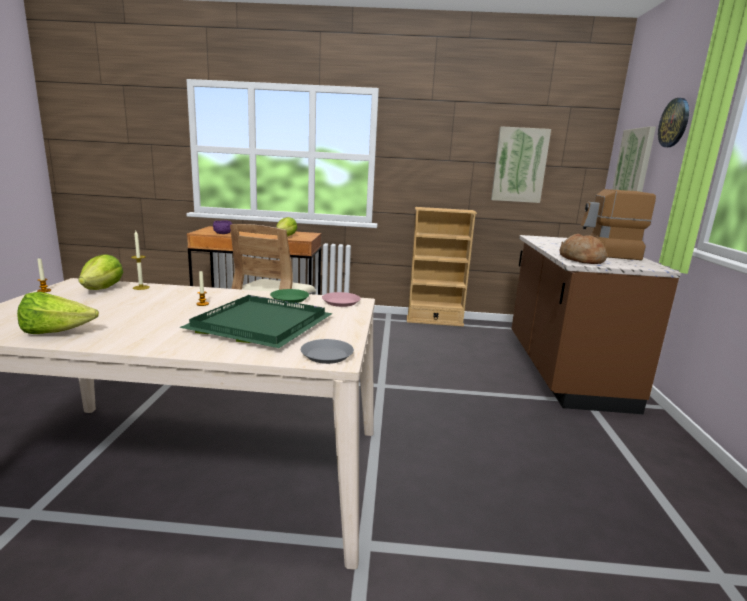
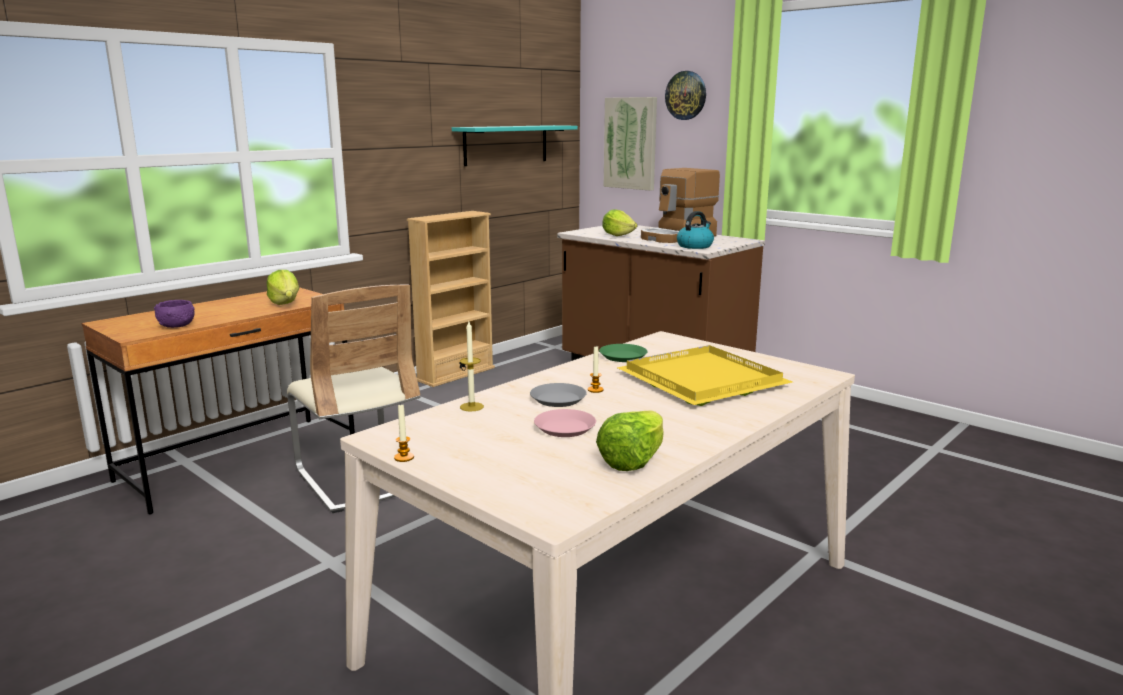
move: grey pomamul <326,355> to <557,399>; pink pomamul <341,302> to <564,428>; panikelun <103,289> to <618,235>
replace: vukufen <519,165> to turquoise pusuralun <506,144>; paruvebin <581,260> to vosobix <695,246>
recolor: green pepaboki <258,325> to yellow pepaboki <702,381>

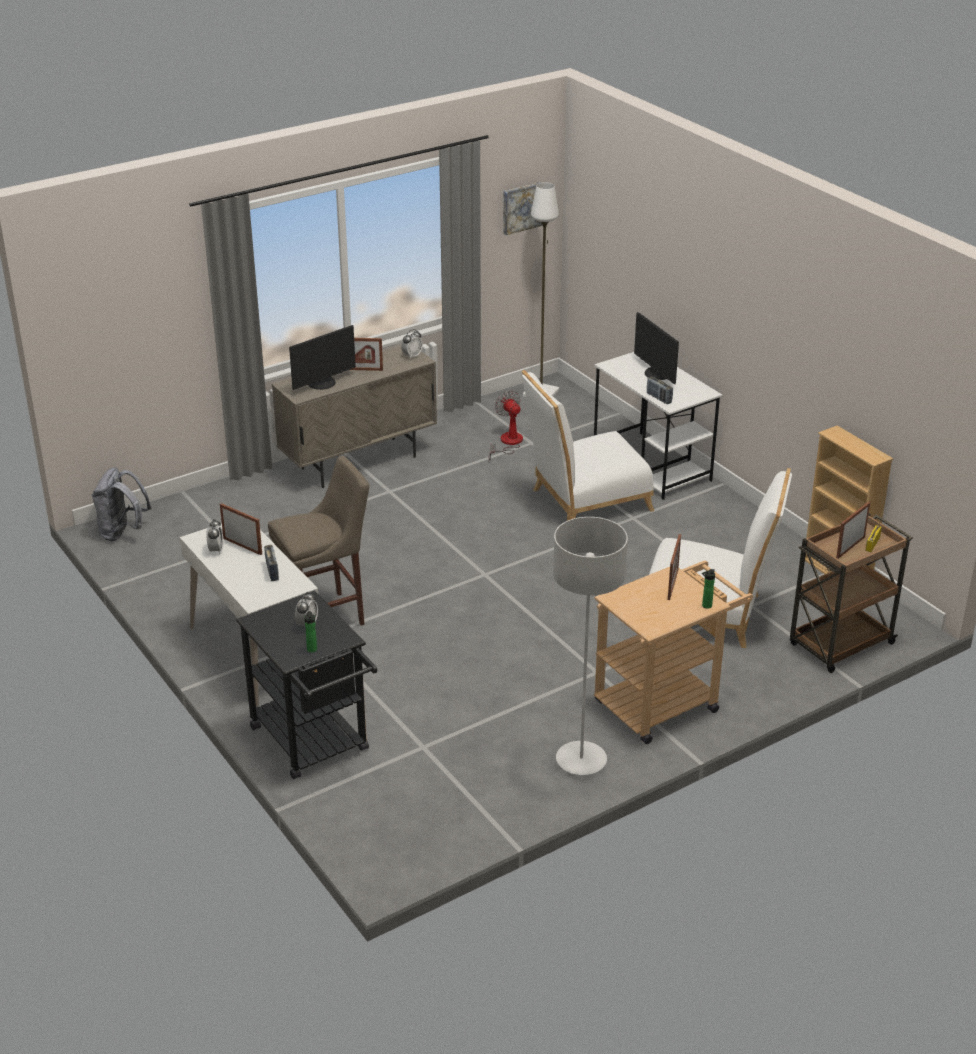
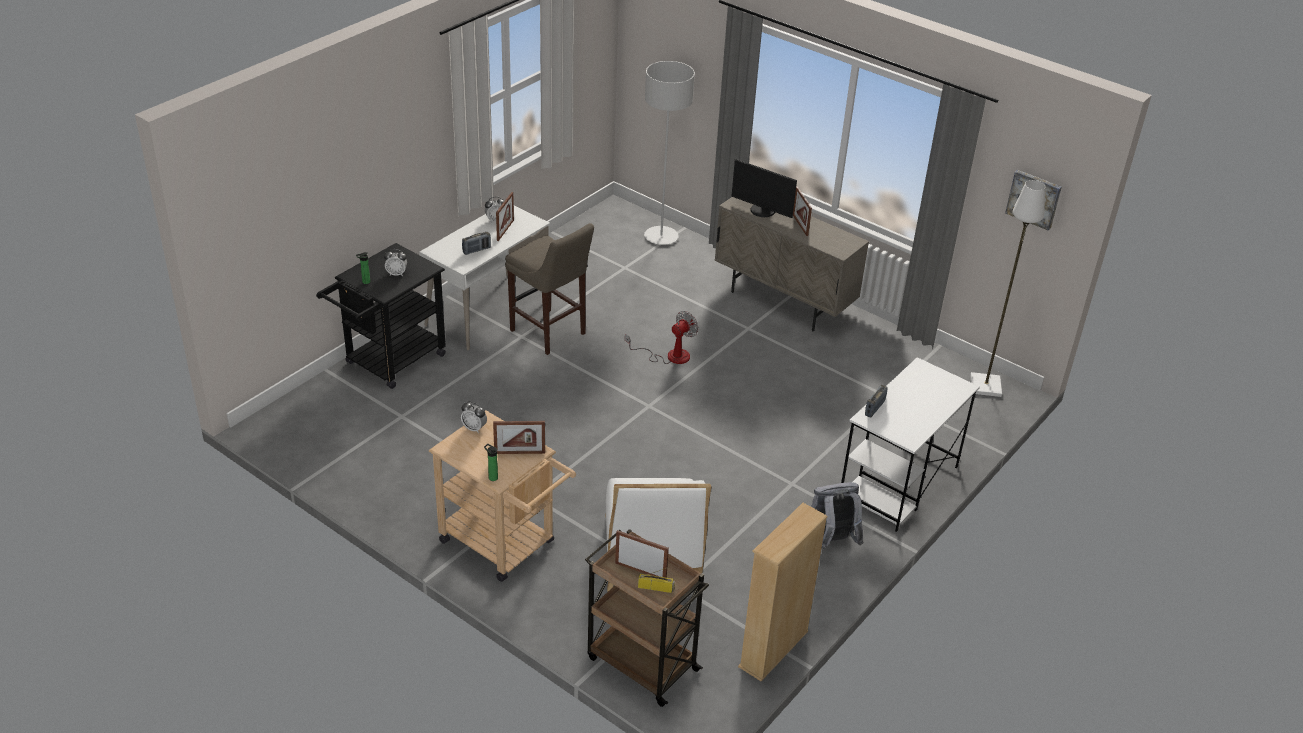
delete: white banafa <585,501>; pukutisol <656,374>
move: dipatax <412,356> to <474,428>; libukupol <508,443> to <669,356>; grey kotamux <581,760> to <661,237>; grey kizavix <122,532> to <830,541>

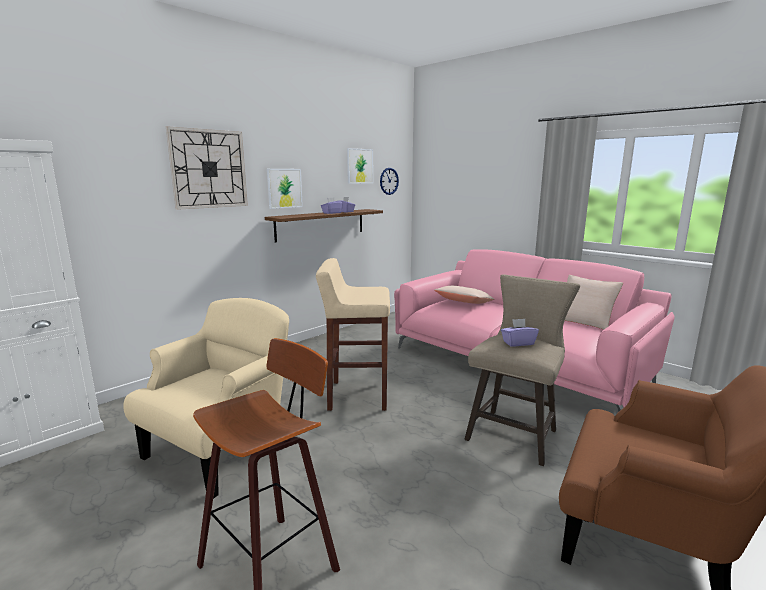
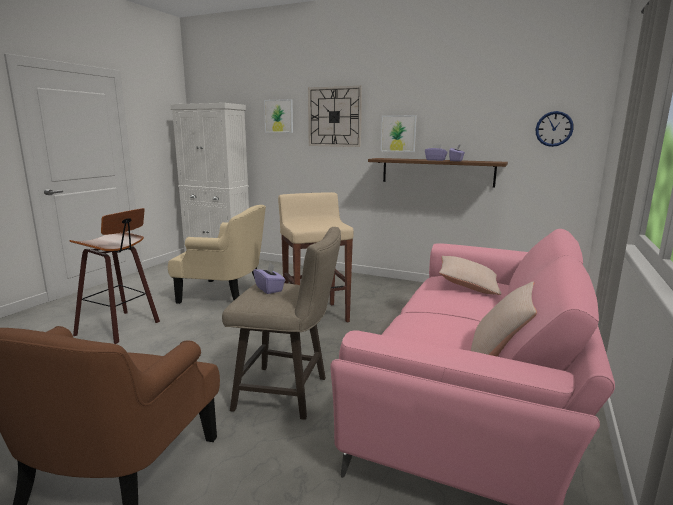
move: vukufen <359,166> to <279,116>

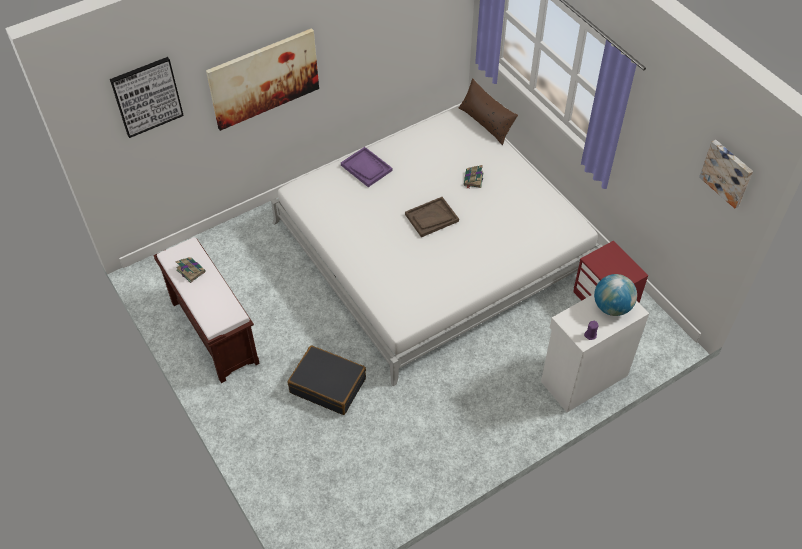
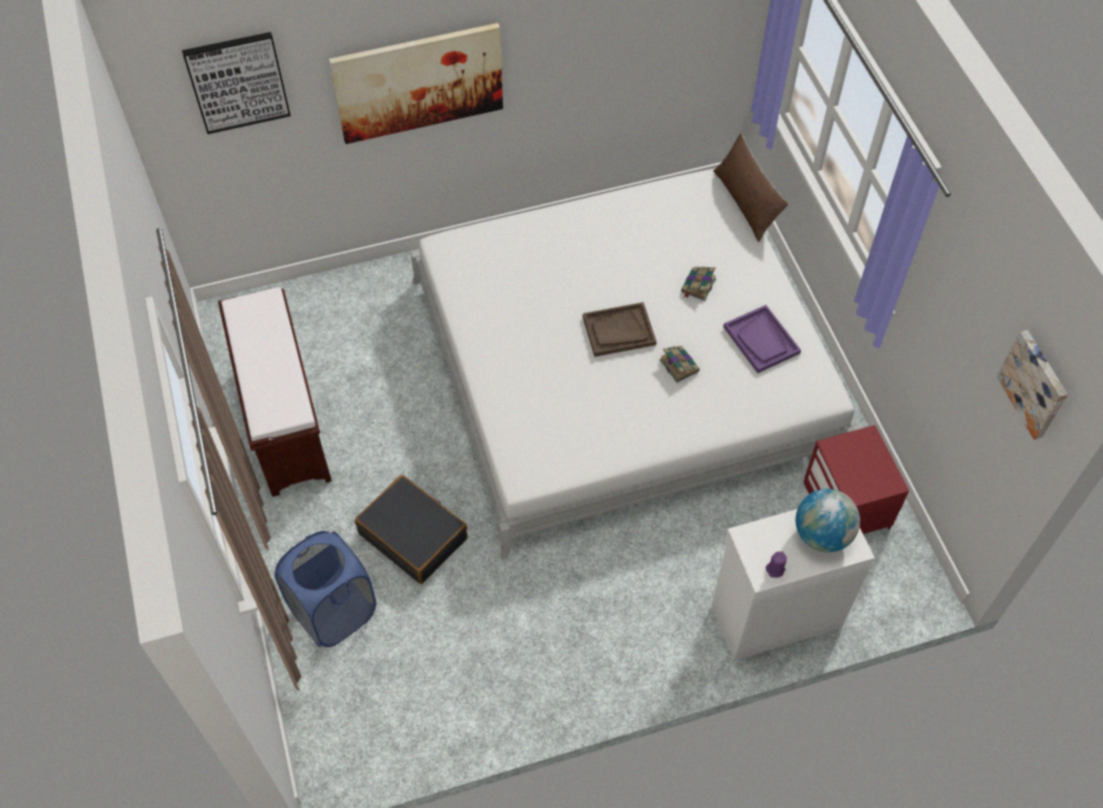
insert: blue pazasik <334,612>
move: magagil <190,270> to <678,365>; purple pepaboki <366,168> to <761,340>

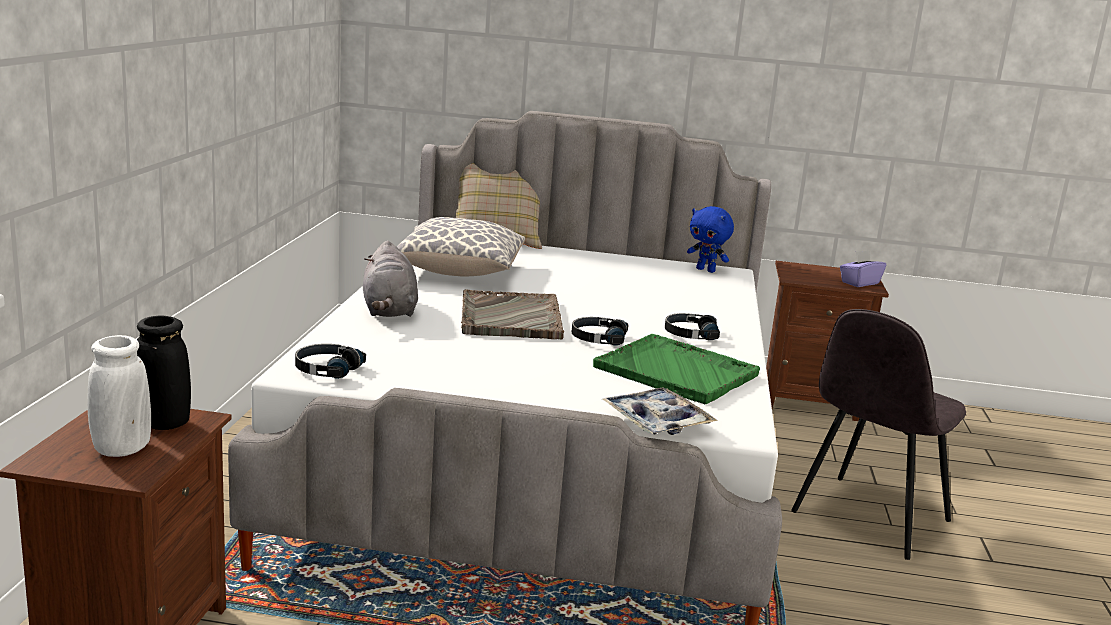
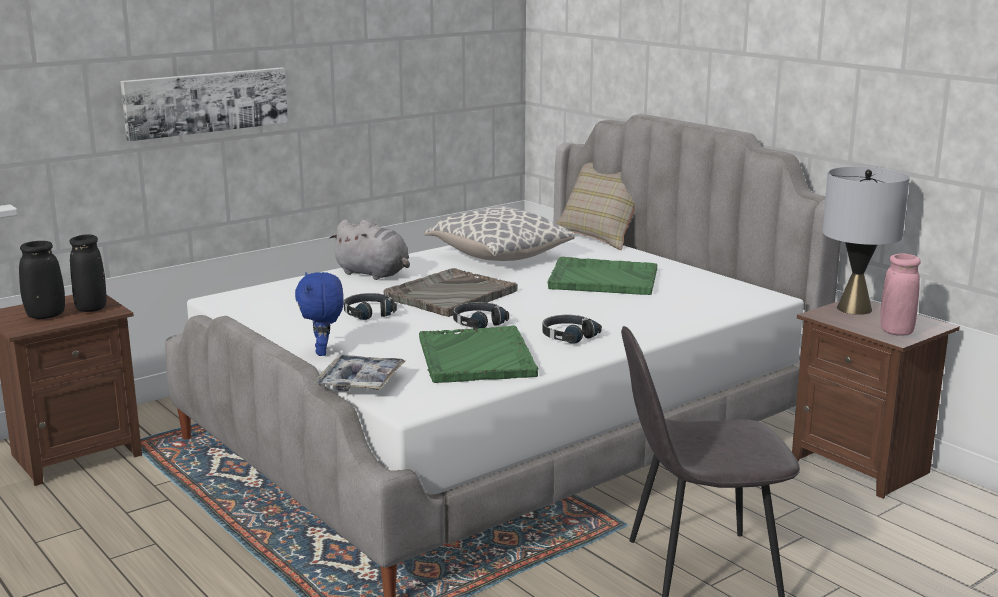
insert: vukufen <206,102>; green pepaboki <602,279>; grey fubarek <854,308>
move: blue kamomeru <706,270> to <323,352>; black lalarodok <327,369> to <368,313>
replace: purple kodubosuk <859,283> to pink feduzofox <896,332>
recolor: white feduzofox <122,449> to black feduzofox <45,316>
rotate: grey kamomeru <389,311> = <374,274> 90 degrees counterclockwise

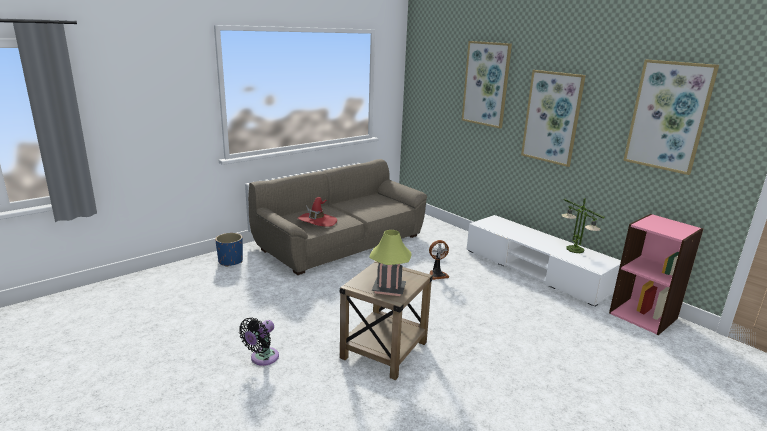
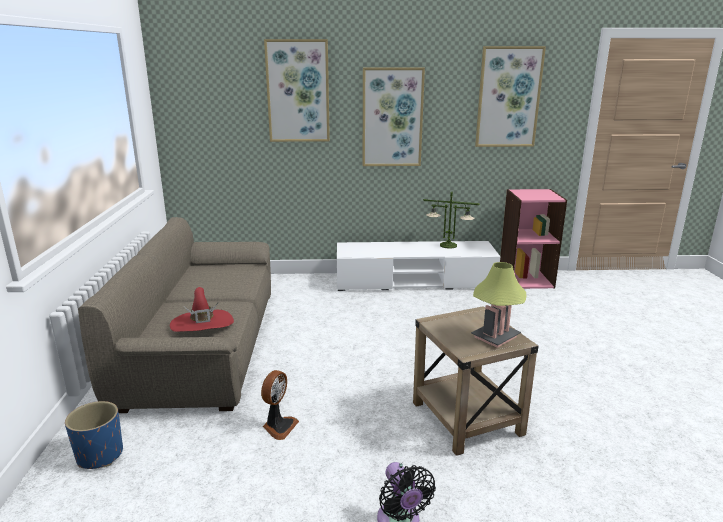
move: libukupol <437,275> to <278,426>

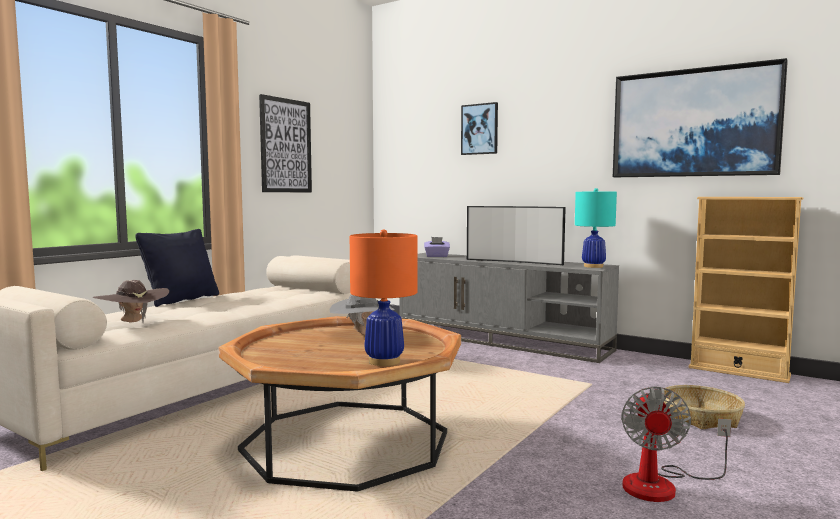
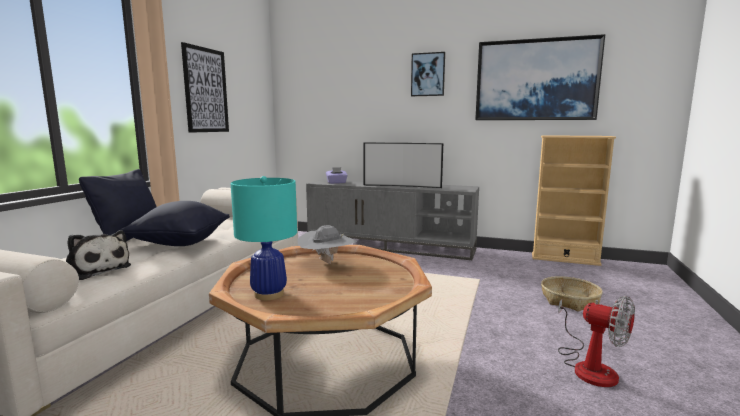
delete: orange fubarek <384,361>
insert: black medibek <181,243>
move: turquoise fubarek <593,266> to <269,294>; vukufen <480,129> to <428,74>
replace: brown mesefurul <133,322> to kamomeru <96,270>
rotate: libukupol <662,485> = <589,366> 45 degrees counterclockwise

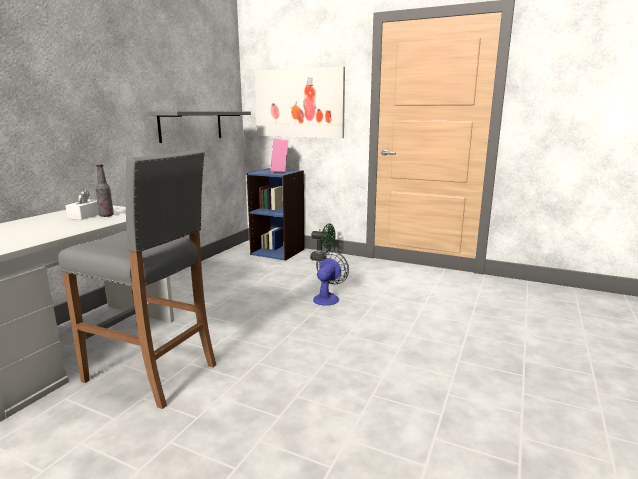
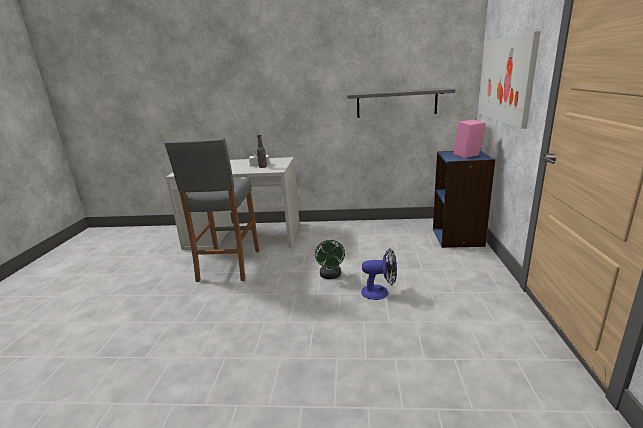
move: green libukupol <323,259> to <331,276>

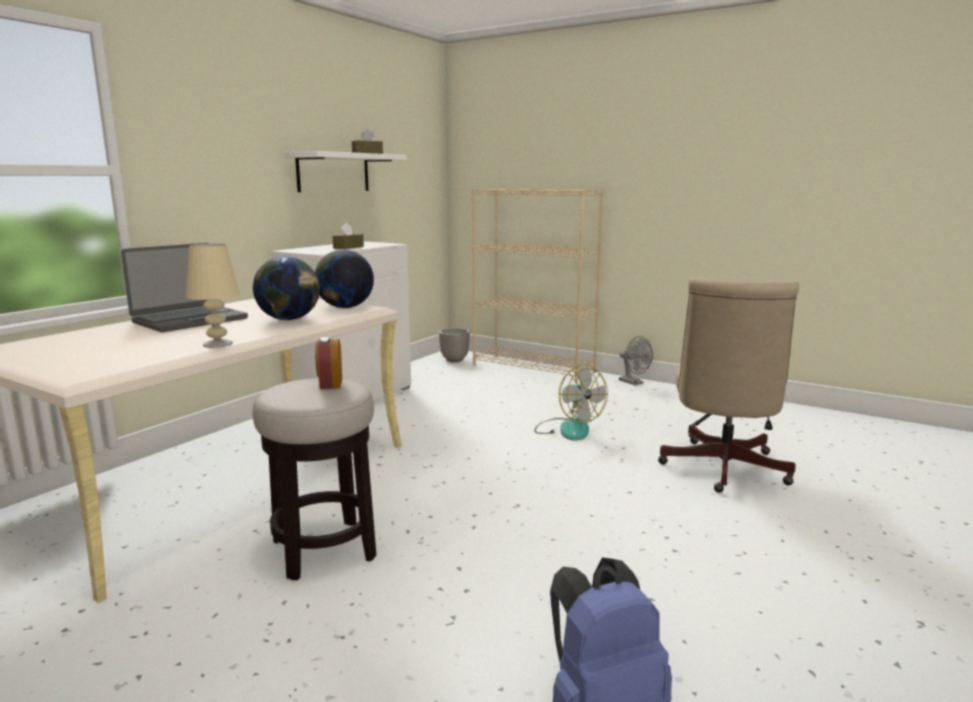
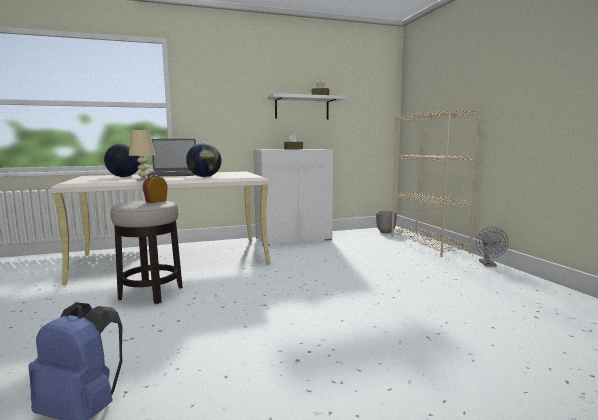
delete: libukupol <568,429>; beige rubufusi <722,470>
move: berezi <345,307> to <124,177>

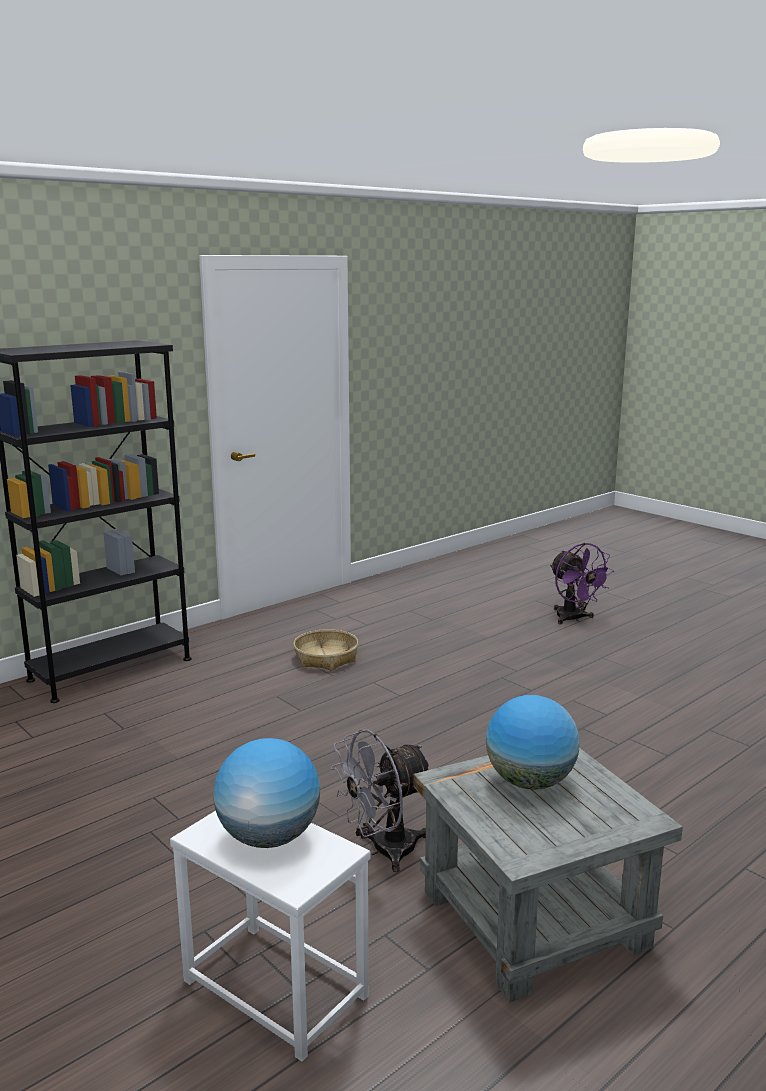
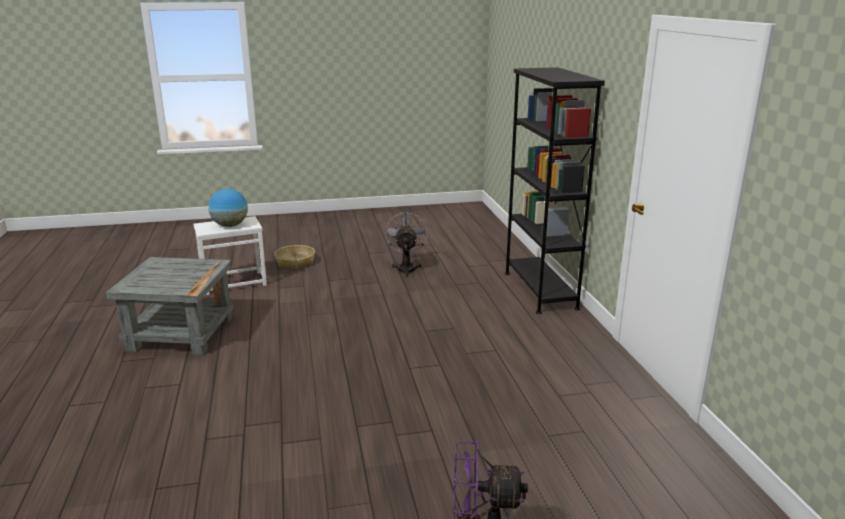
delete: berezi <529,782>
move: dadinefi <326,658> to <295,262>; grey libukupol <383,851> to <406,268>

